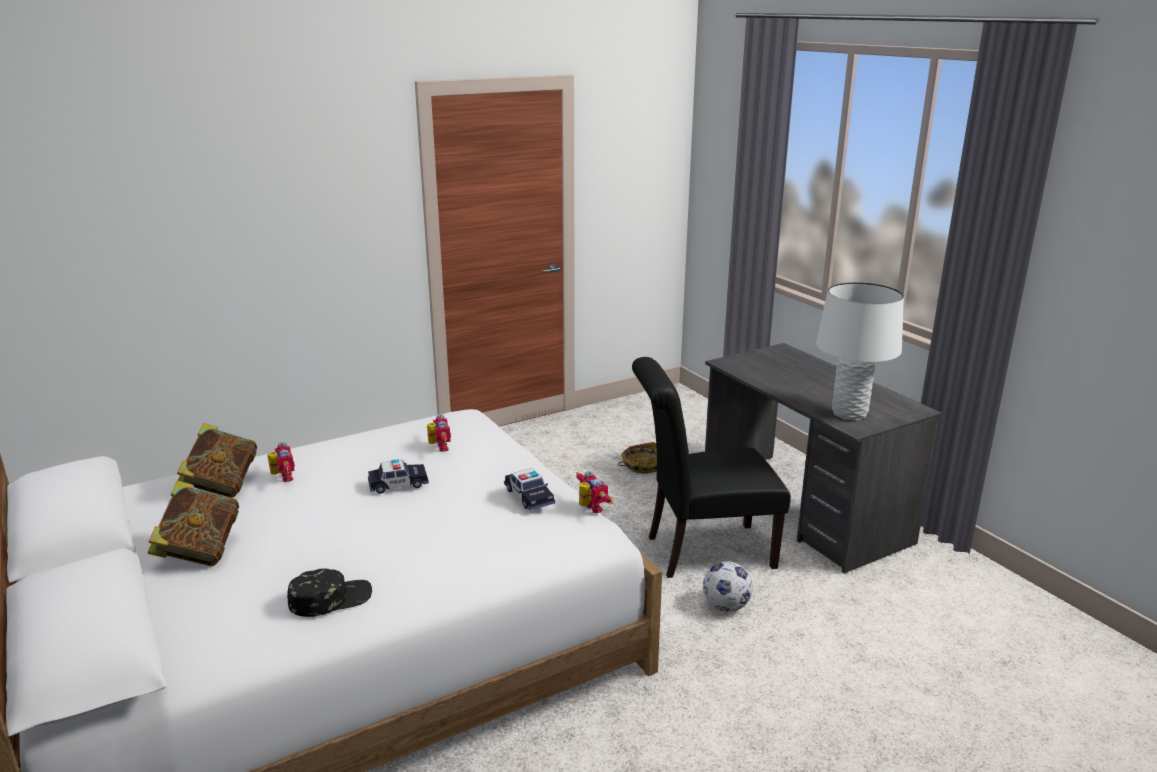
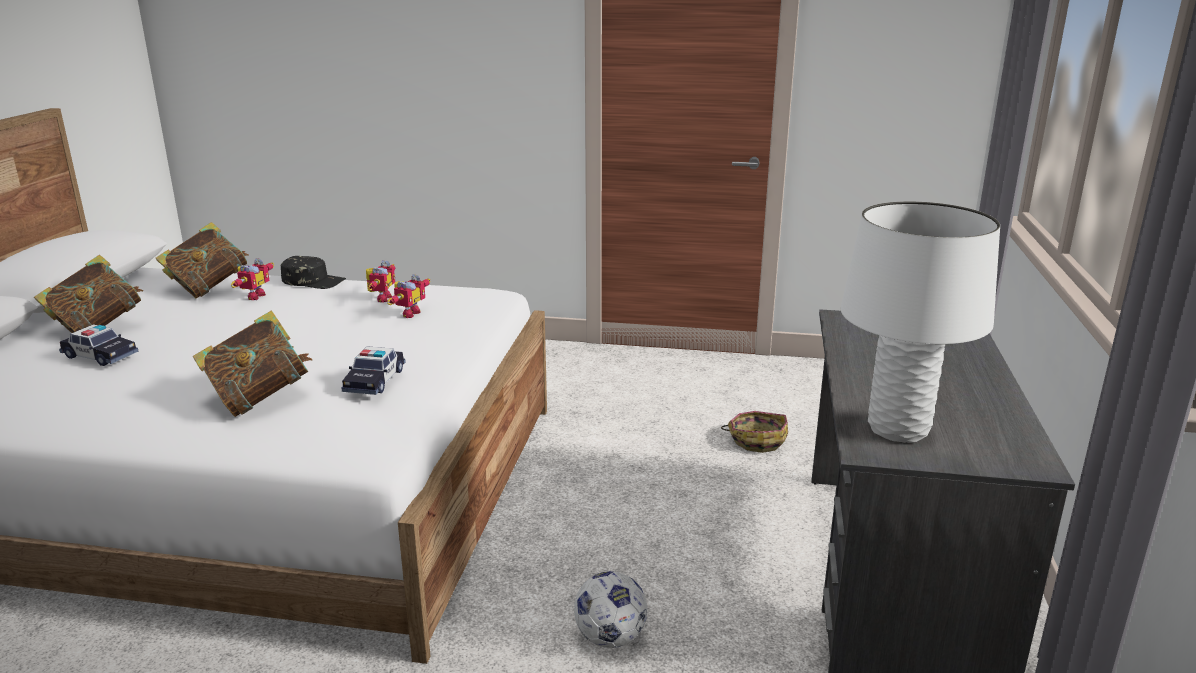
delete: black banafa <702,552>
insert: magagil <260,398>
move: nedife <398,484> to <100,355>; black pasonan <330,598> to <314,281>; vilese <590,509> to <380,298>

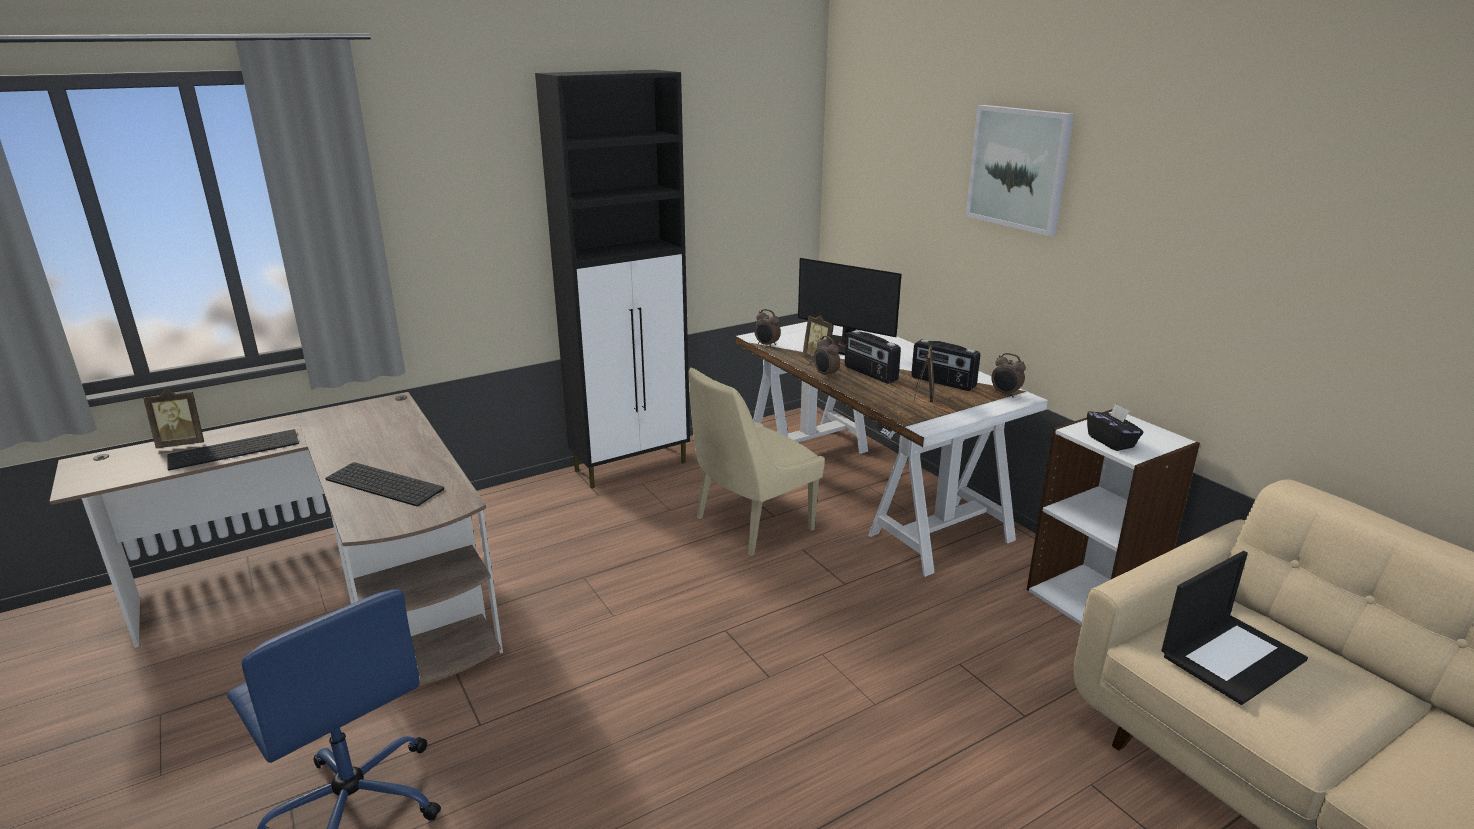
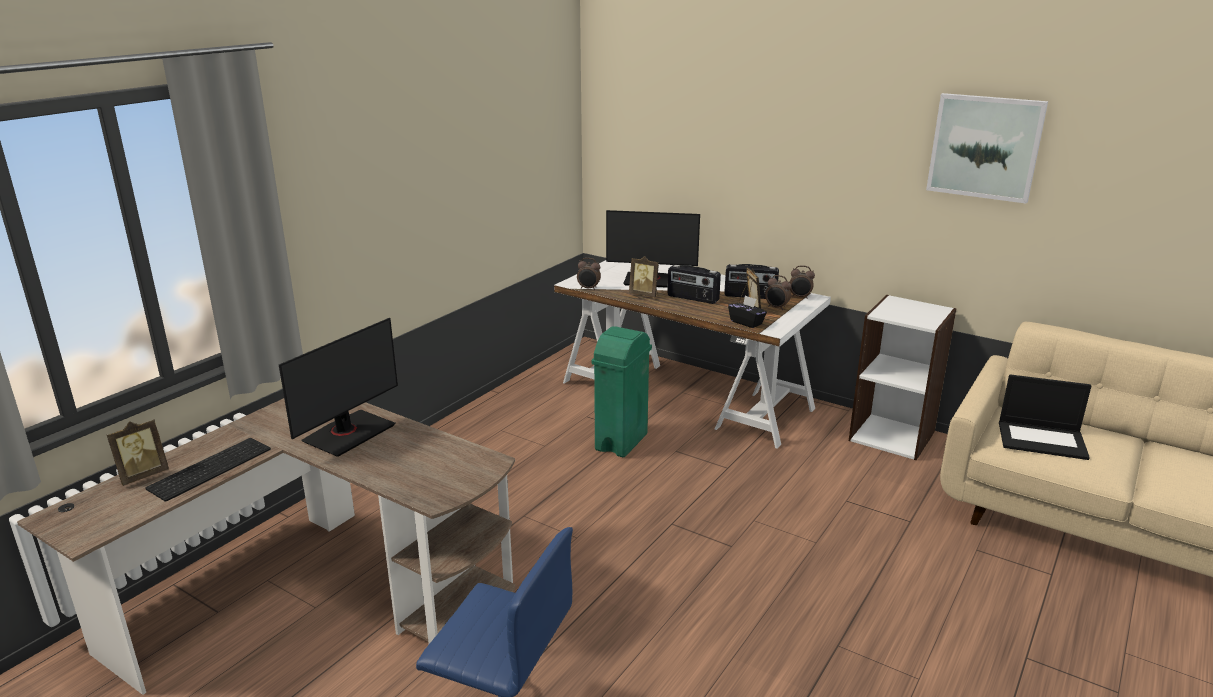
delete: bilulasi <387,483>; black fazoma <632,466>
insert: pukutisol <348,433>
move: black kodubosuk <1111,442> to <746,322>; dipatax <825,375> to <776,307>; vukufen <1018,168> to <985,147>
replace: beige banafa <750,525> to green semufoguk <620,442>
rotate: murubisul <1232,656> = <1042,440> 75 degrees clockwise

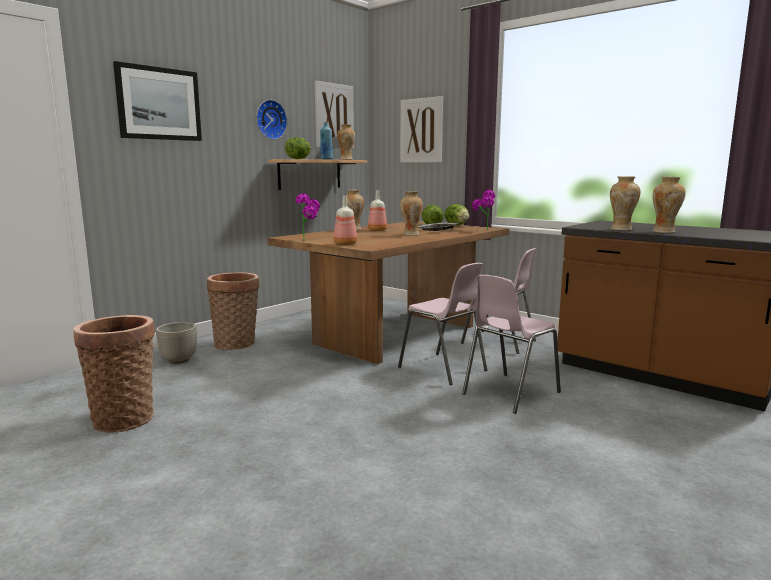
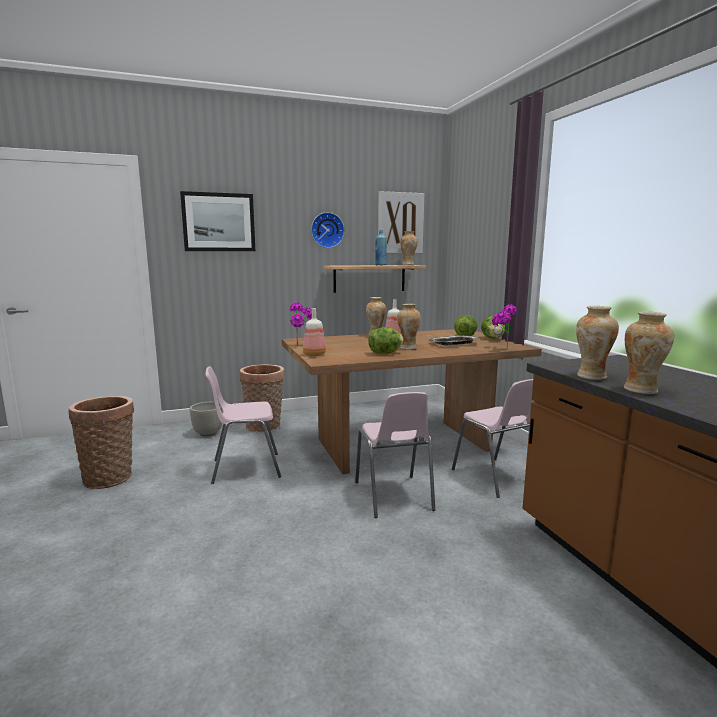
delete: vukufen <421,130>
move: pink banafa <509,393> to <245,468>; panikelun <298,159> to <385,353>

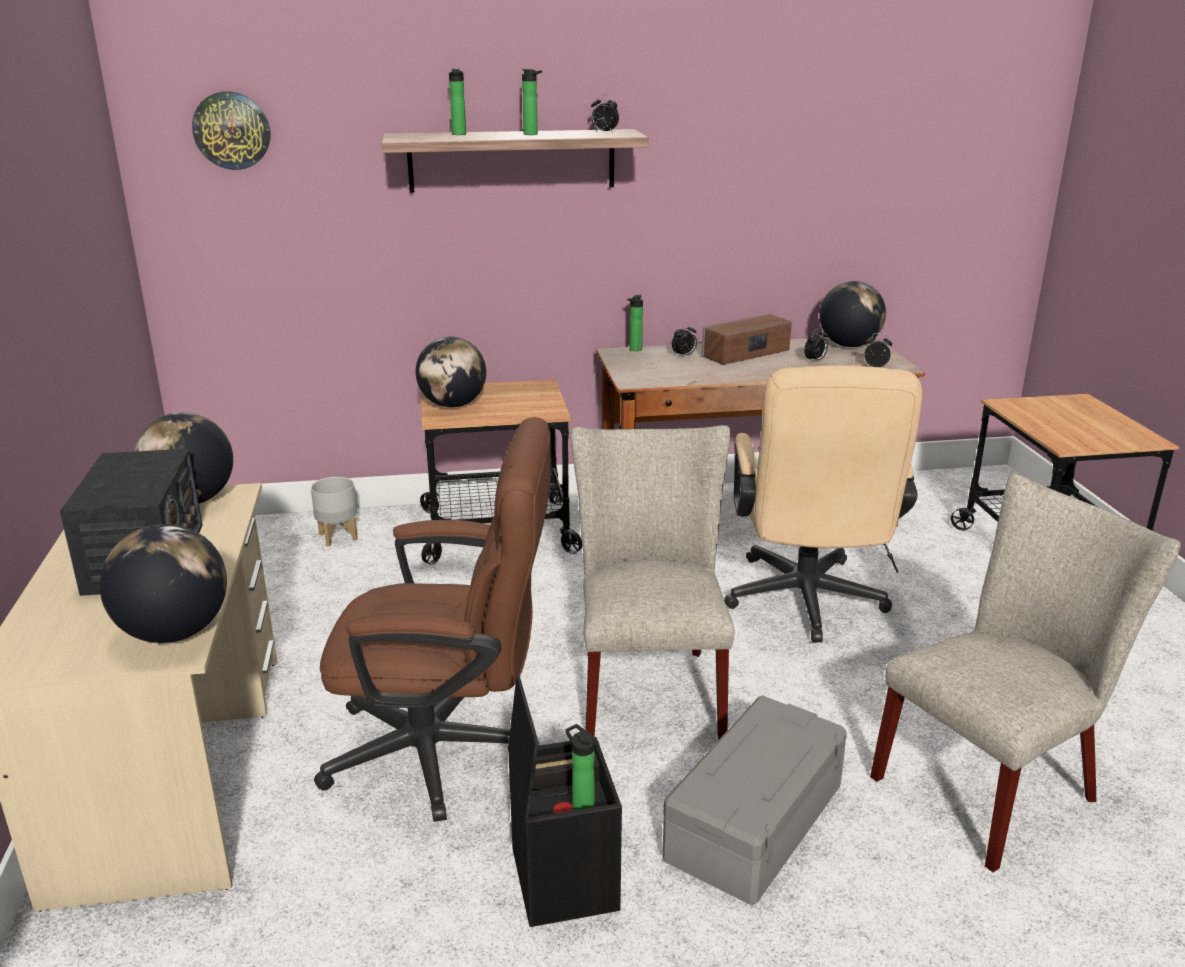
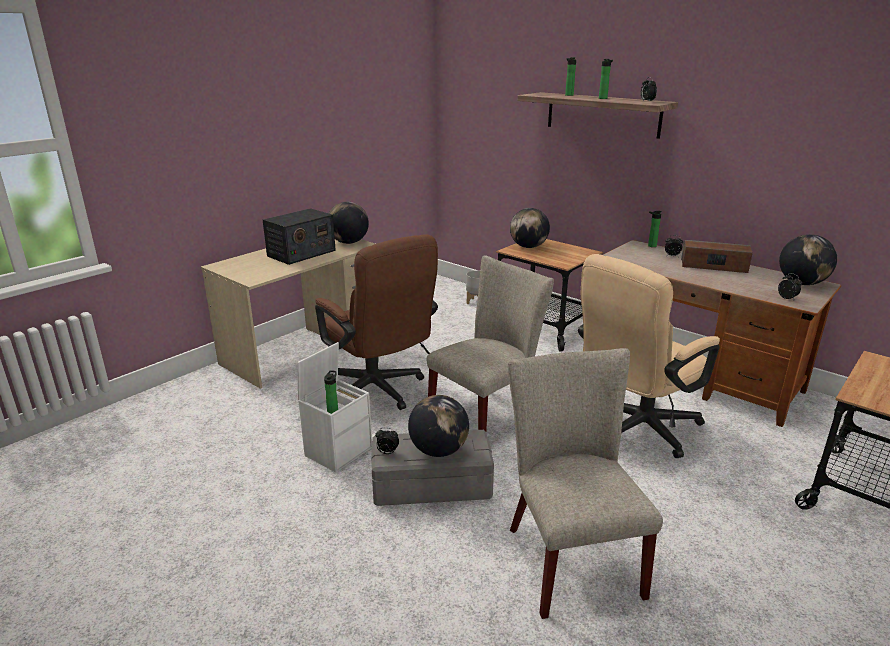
delete: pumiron <232,130>
move: dipatax <815,360> to <387,453>; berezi <174,633> to <438,451>
recolor: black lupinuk <562,877> to white lupinuk <338,450>
rotate: beige banafa <994,785> = <568,555> 120 degrees counterclockwise

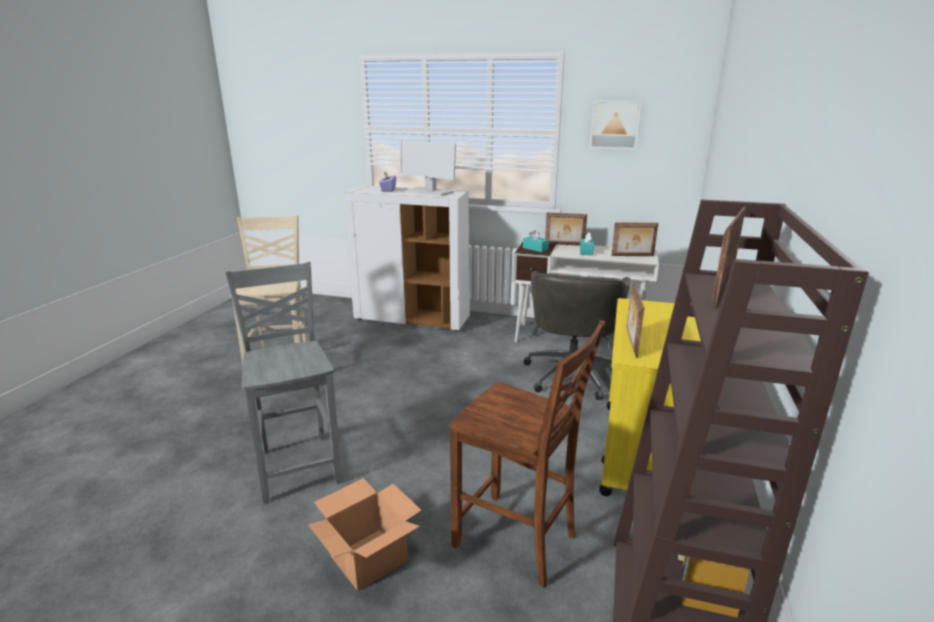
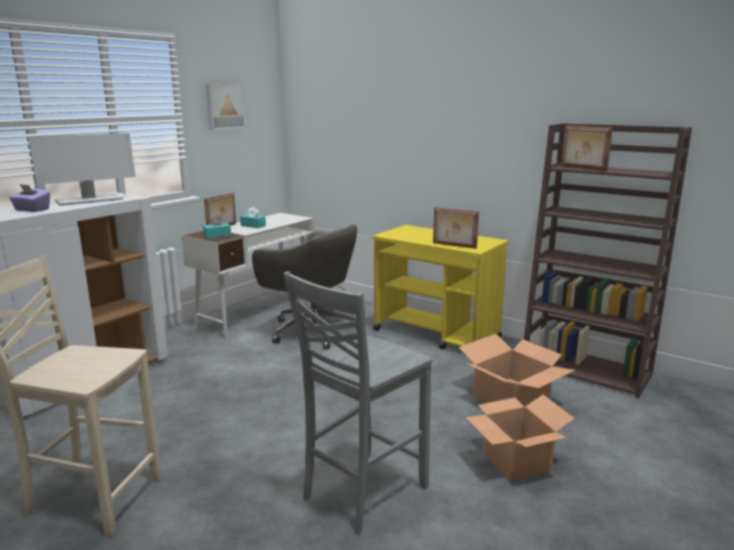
delete: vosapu <632,256>
replace: brown banafa <517,541> to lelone <512,396>
rotate: grey banafa <299,465> = <361,492> 45 degrees counterclockwise

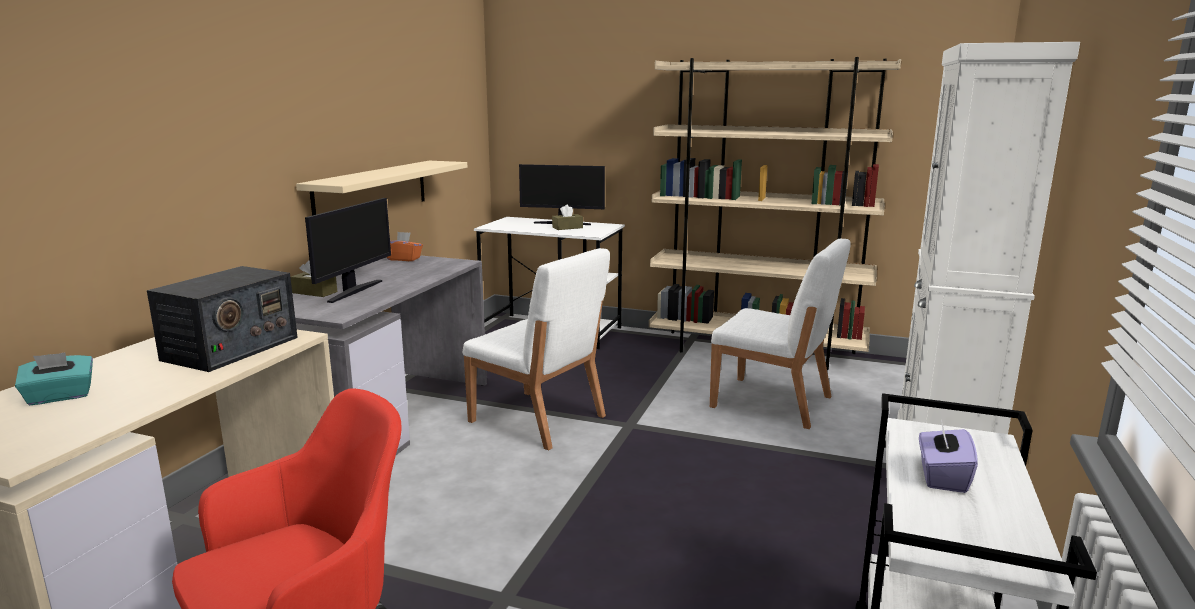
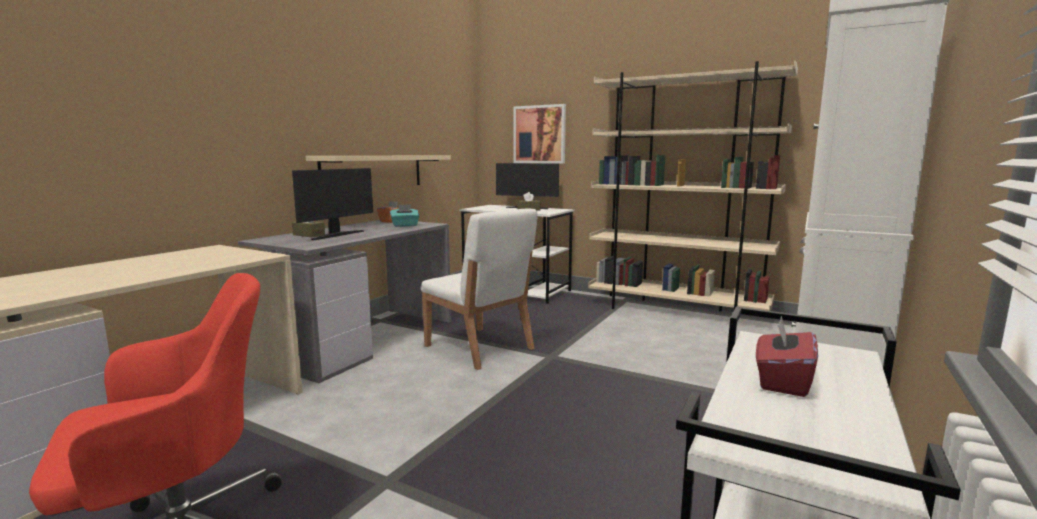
delete: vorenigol <230,349>; white banafa <773,402>
insert: vukufen <539,134>
move: turquoise kodubosuk <60,397> to <405,225>
recolor: purple kodubosuk <942,477> to red kodubosuk <782,381>

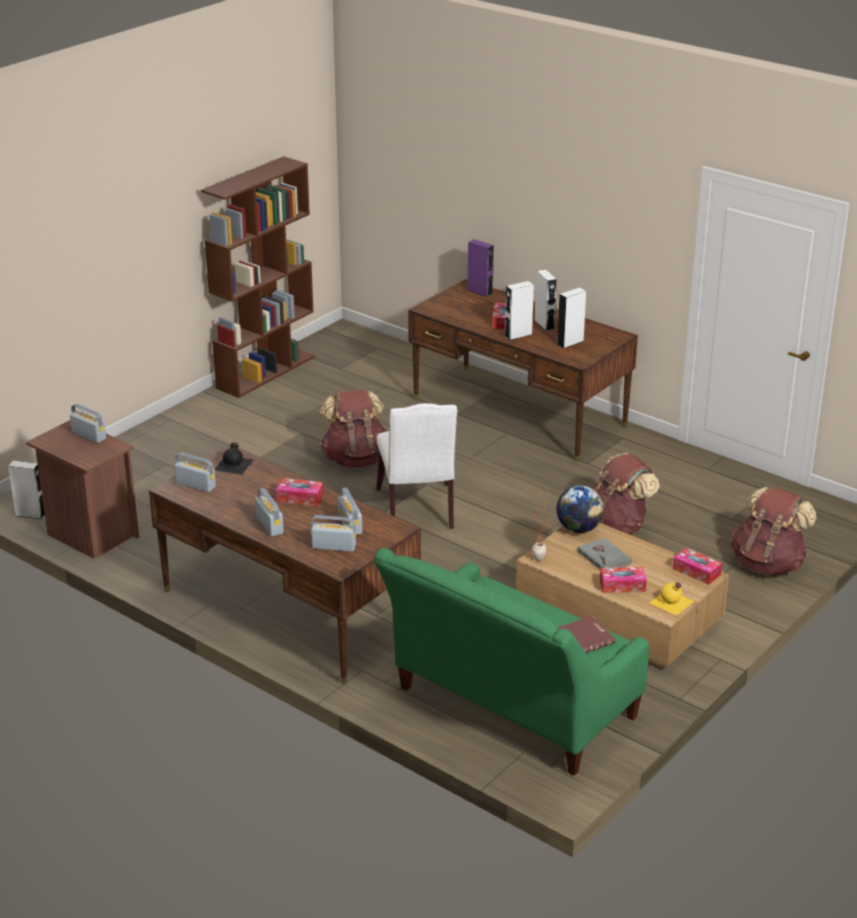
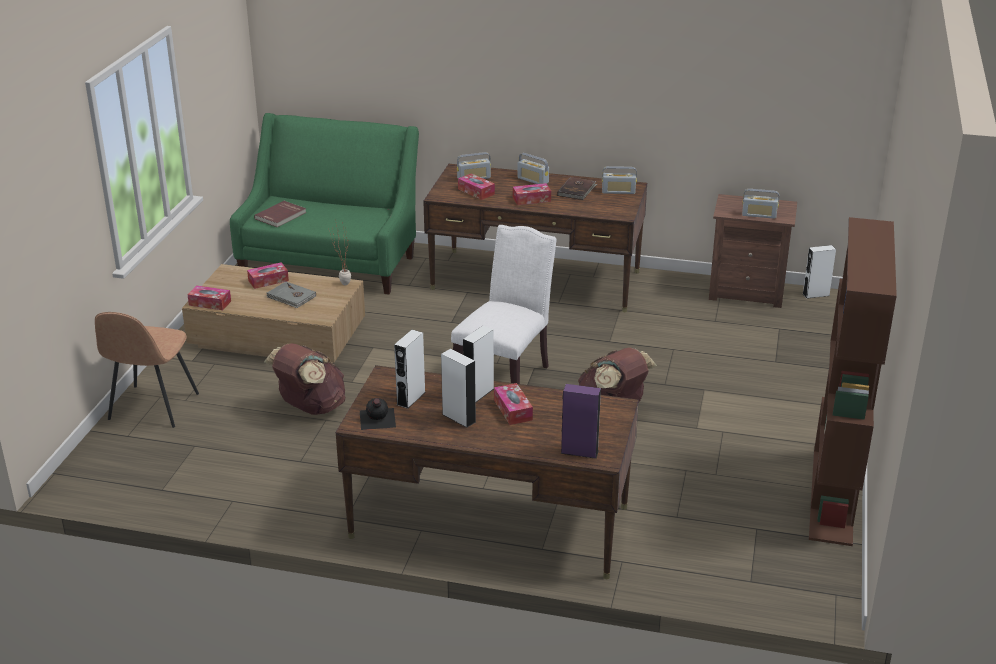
delete: berezi <579,529>; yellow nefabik <672,602>
insert: brown magagil <577,190>
move: black nefabik <234,464> to <377,419>
replace: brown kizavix <768,564> to brown banafa <152,408>; vorenigol <350,524> to kodubosuk <476,191>
rotate: white banafa <418,511> = <505,376> 60 degrees clockwise

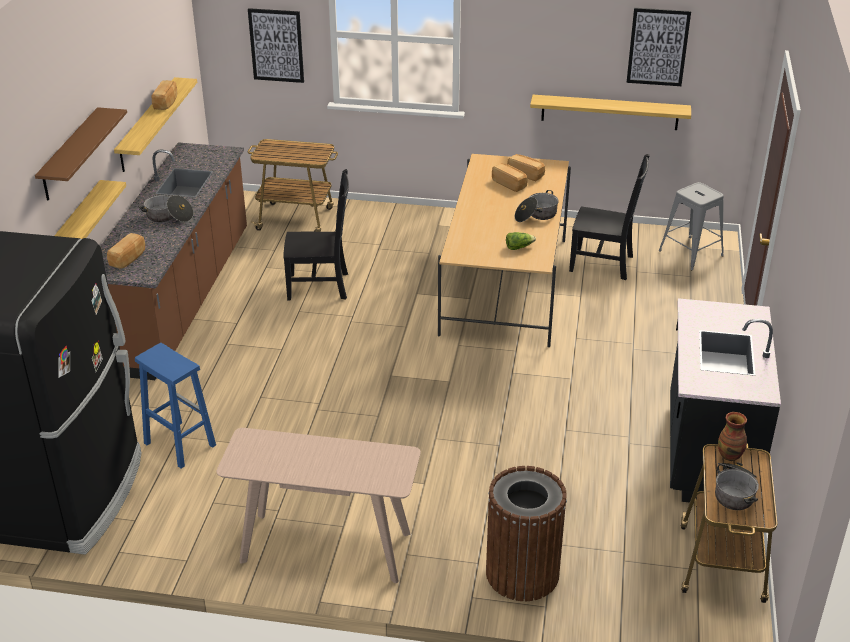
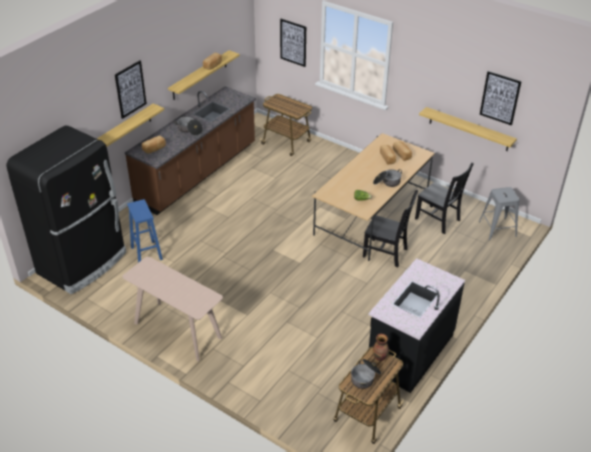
delete: brown semufoguk <522,573>
move: black banafa <320,286> to <386,253>
replace: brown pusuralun <70,155> to vukufen <130,89>

